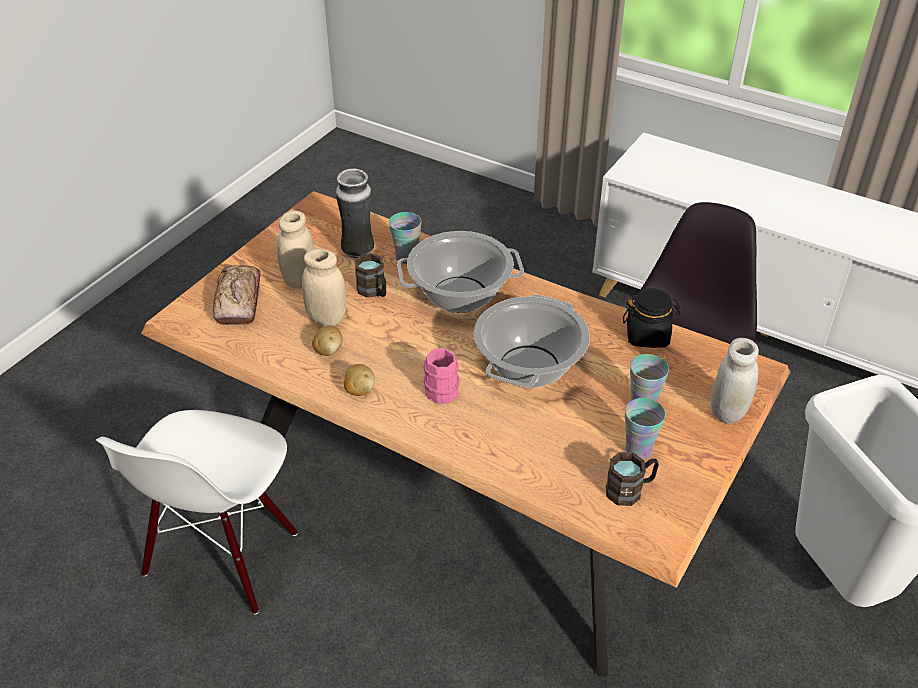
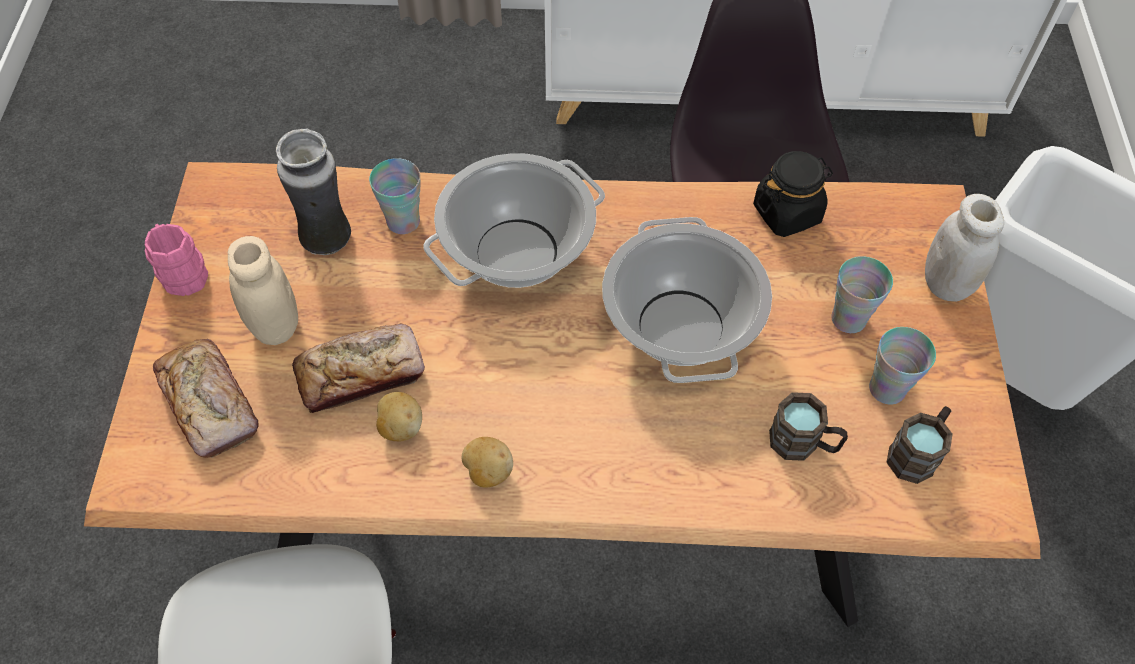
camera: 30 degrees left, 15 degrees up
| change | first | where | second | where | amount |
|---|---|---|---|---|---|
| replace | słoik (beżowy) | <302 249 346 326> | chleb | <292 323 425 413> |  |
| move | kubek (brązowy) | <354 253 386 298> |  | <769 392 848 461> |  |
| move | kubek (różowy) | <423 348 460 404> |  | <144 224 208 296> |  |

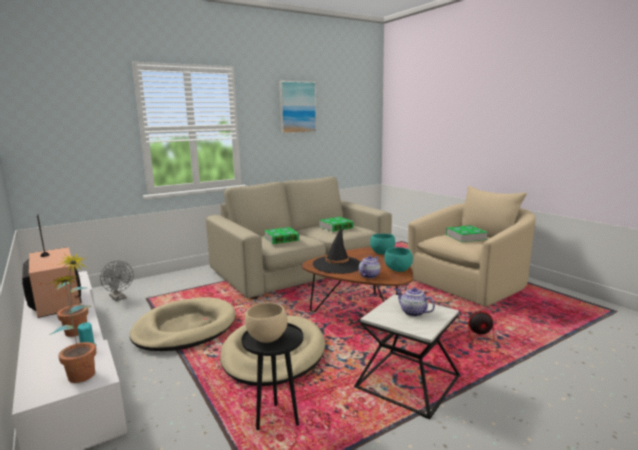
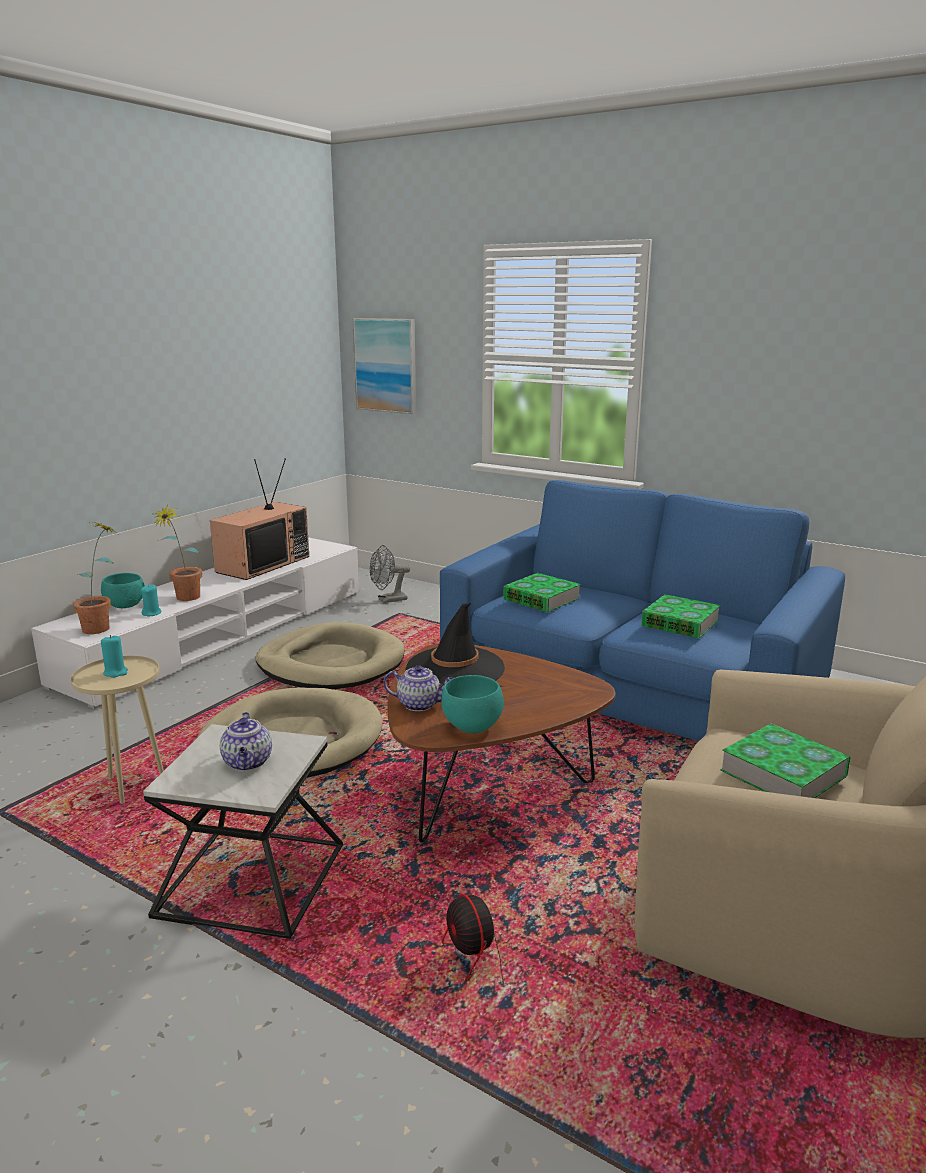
camera: 65 degrees right, 5 degrees up
| change | first | where | second | where | amount |
|---|---|---|---|---|---|
| rotate | wentylator (szary) | <100 261 134 301> |  | <370 545 410 603> | 45 degrees clockwise |
| recolor | kanapa (beżowy) | <206 177 392 299> | kanapa (niebieski) | <440 480 845 741> |  |
| recolor | stolik (czarny) | <242 323 303 430> | stolik (beżowy) | <71 655 164 804> |  |
| replace | miska (beżowy) | <245 303 288 343> | świeca (turkusowy) | <101 635 128 678> |  |
| move | obraz | <279 81 317 133> |  | <353 318 416 414> |  |
| move | miska (turkusowy) | <370 234 395 254> |  | <101 573 145 608> |  |
| rotate | imbryk | <395 287 435 317> |  | <220 712 272 771> | 150 degrees clockwise |

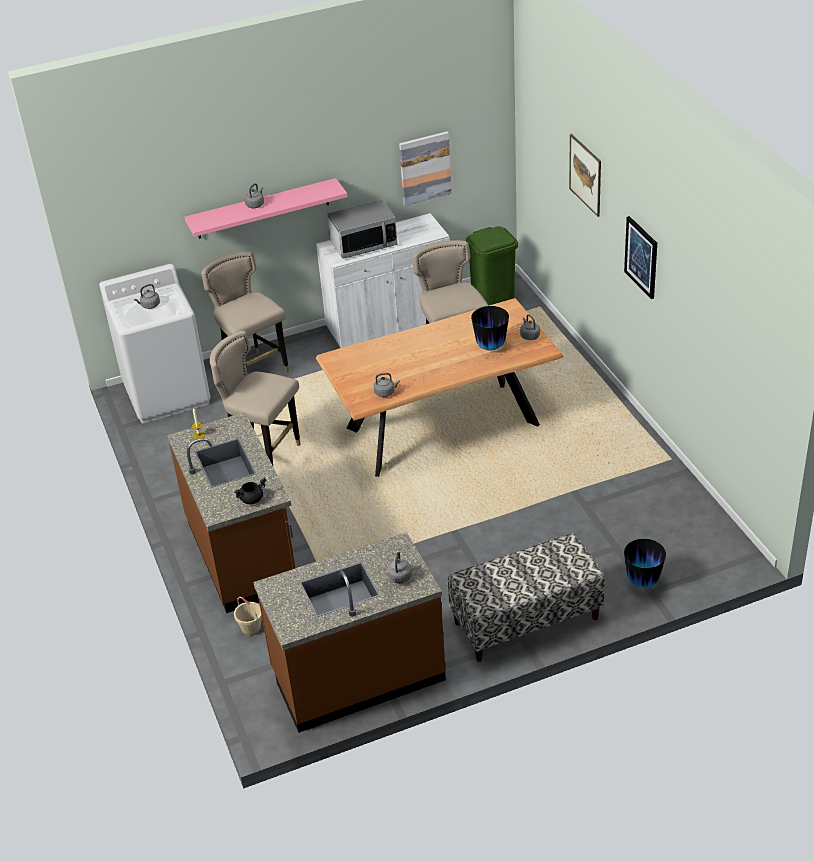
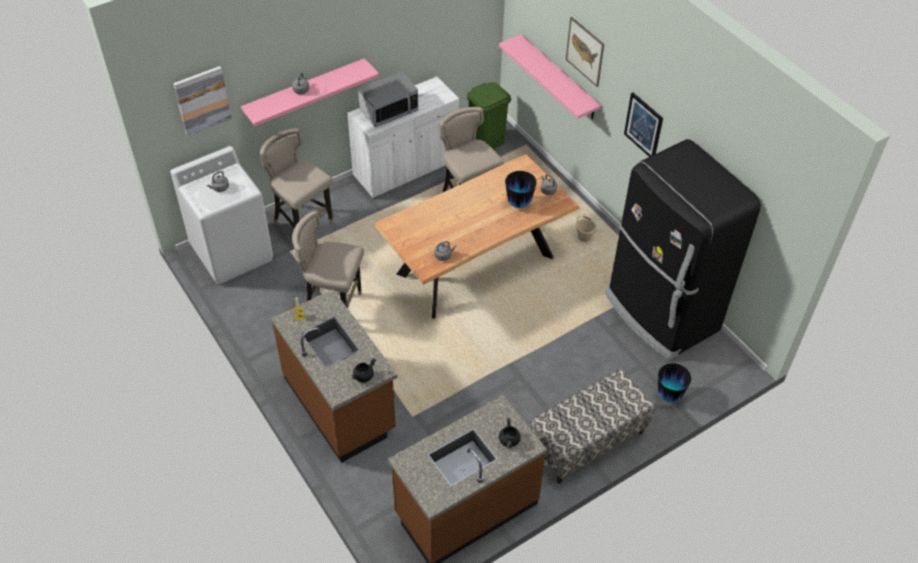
camera: 15 degrees left, 10 degrees up
| change | first | where | second | where | amount |
|---|---|---|---|---|---|
| move | wiadro (beżowy) | <234 597 262 636> |  | <576 216 596 242> |  |
| replace | czajnik (szary) | <387 552 412 583> | garnek (czarny) | <499 418 521 448> |  |
| move | obraz | <399 131 452 206> |  | <173 66 232 136> |  |
| insert |  |  | półka (różowy) | <499 35 601 119> |  |
| insert |  |  | lodówka (czarny) | <605 139 761 360> |  |

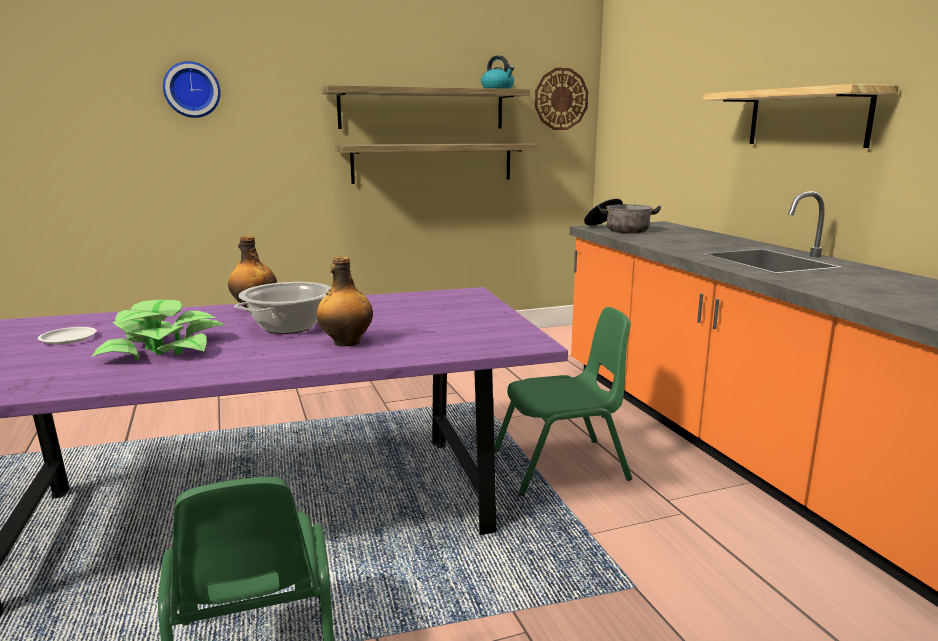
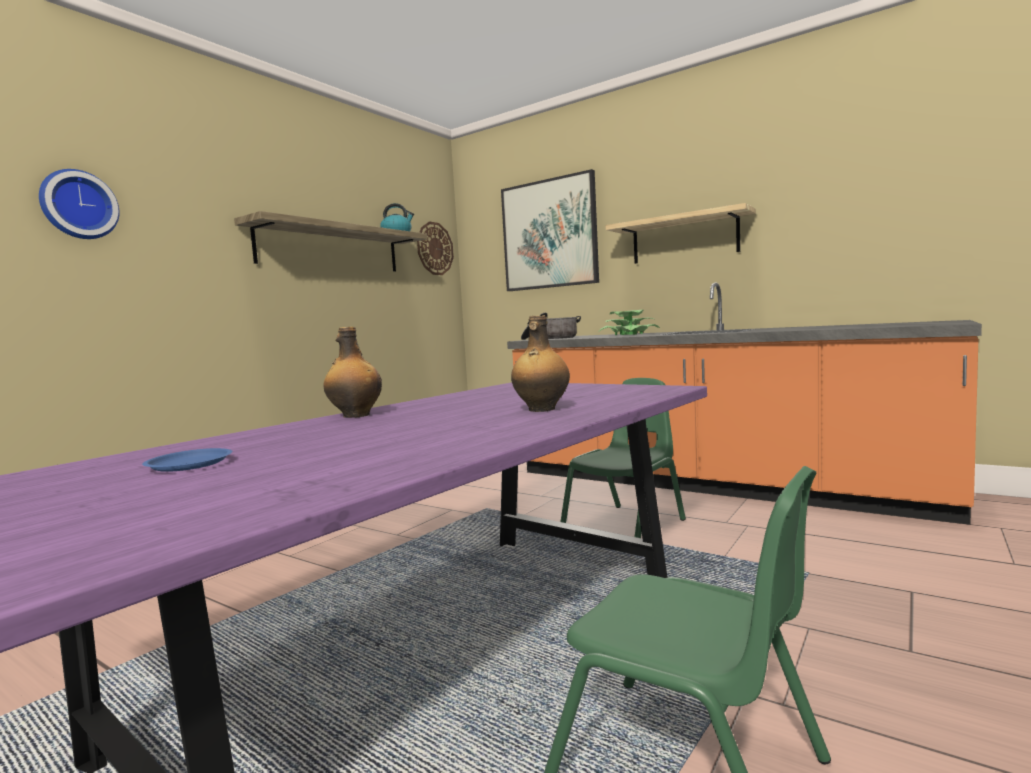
camera: 35 degrees left, 10 degrees down
| change | first | where | second | where | amount |
|---|---|---|---|---|---|
| recolor | talerz (biały) | <38 327 97 344> | talerz (niebieski) | <142 448 232 472> |  |
| move | roślina doniczkowa | <92 300 225 360> |  | <598 310 660 335> |  |
| delete | garnek | <234 282 331 334> |  |  |  |
| delete | półka | <335 143 538 184> |  |  |  |
| insert |  |  | obraz | <501 169 599 291> |  |

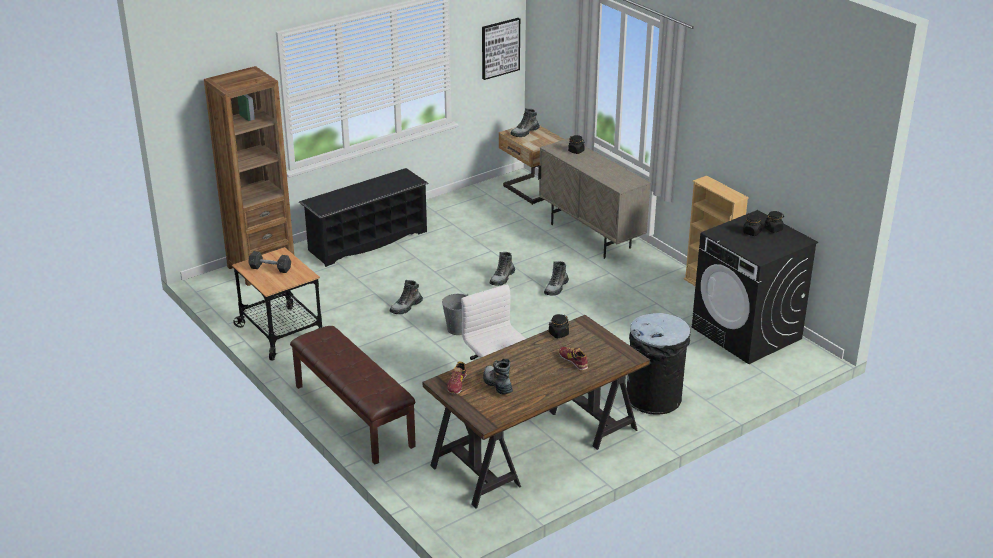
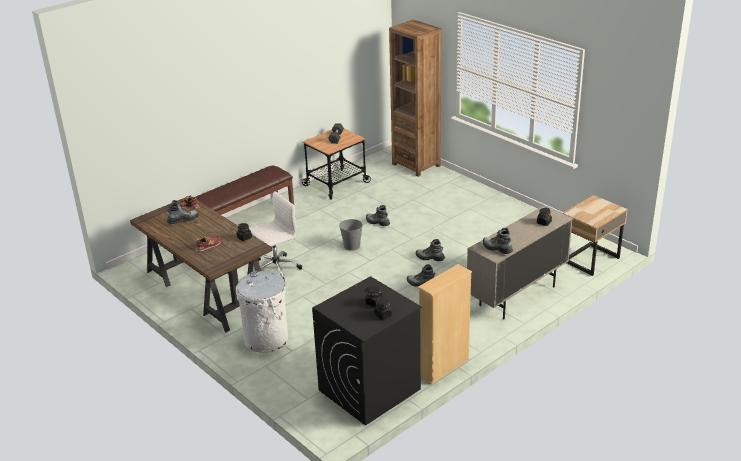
camera: 85 degrees right, 0 degrees up
| change | first | where | second | where | amount |
|---|---|---|---|---|---|
| delete | regał na buty (czarny) | <299 168 429 267> |  |  |  |
| delete | obraz | <482 18 520 80> |  |  |  |
| move | but z cholewką | <510 108 540 137> |  | <483 228 513 254> |  |
| recolor | kosz na śmieci (czarny) | <627 313 691 415> | kosz na śmieci (biały) | <236 271 288 353> |  |

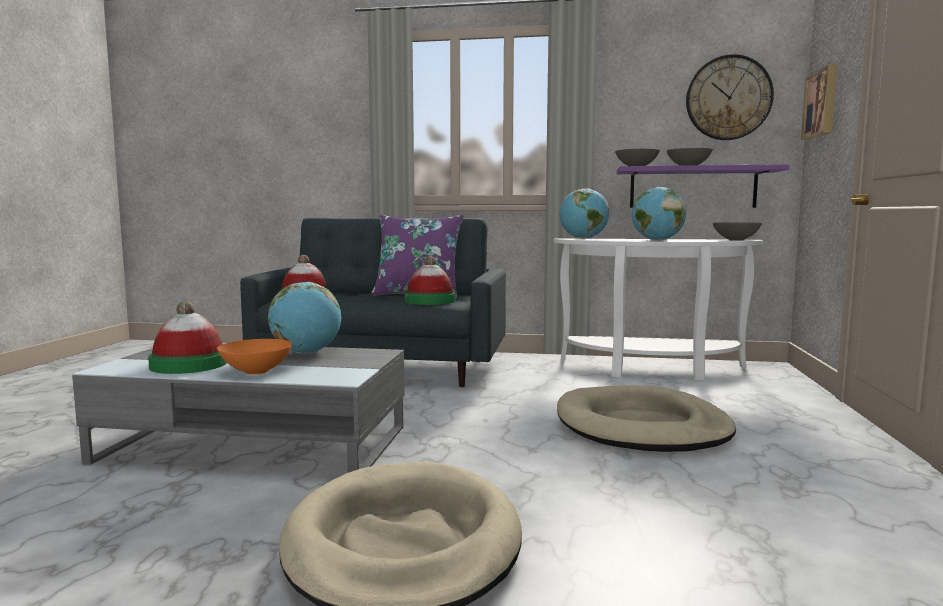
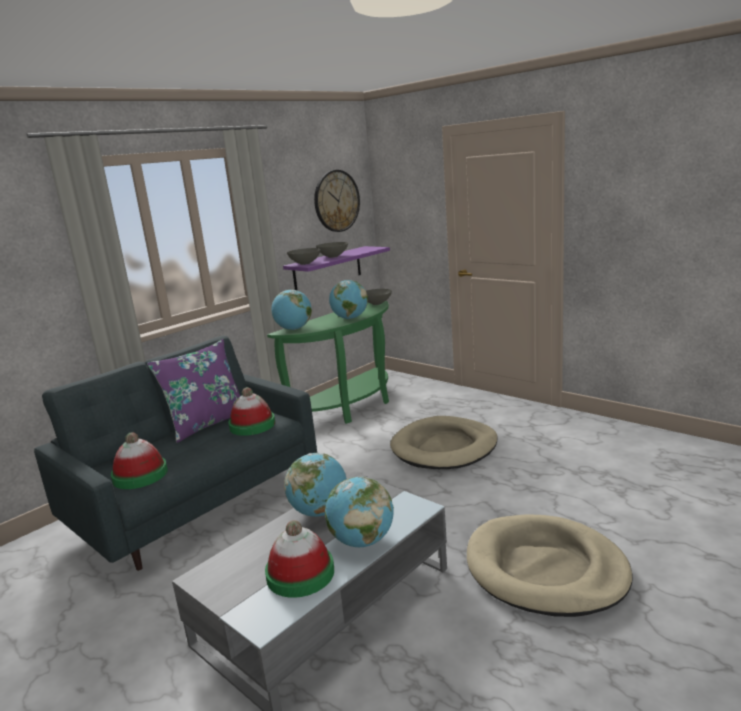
camera: 55 degrees left, 10 degrees up
| change | first | where | second | where | amount |
|---|---|---|---|---|---|
| replace | miska (pomarańczowy) | <217 339 292 375> | globus | <325 477 394 547> |  |
| recolor | stolik konsolowy (biały) | <554 238 763 381> | stolik konsolowy (zielony) | <267 301 389 424> |  |
| delete | obraz | <801 64 837 140> |  |  |  |

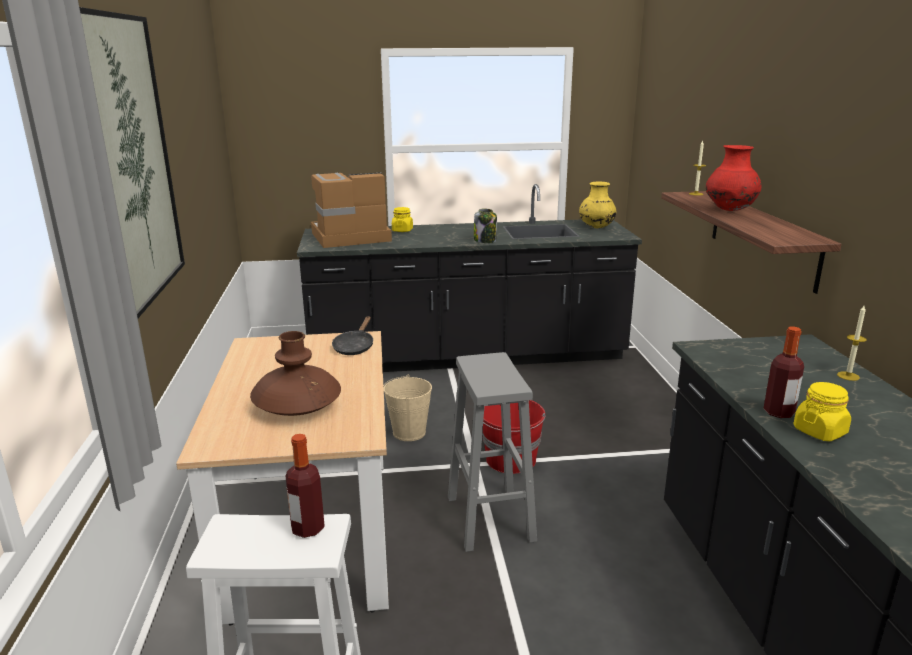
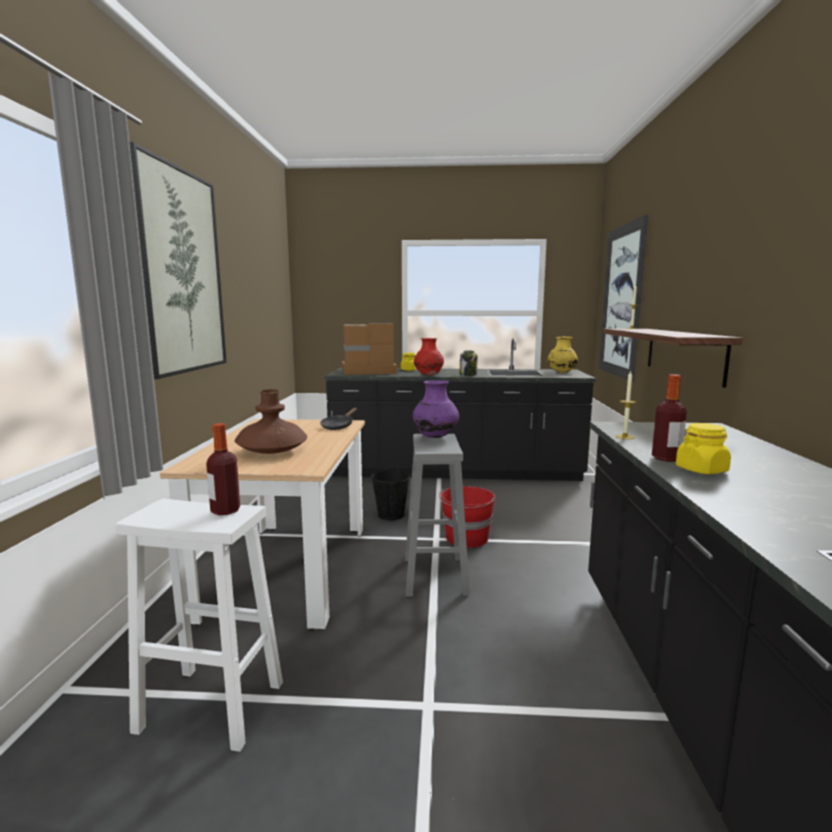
camera: 10 degrees right, 10 degrees down
| change | first | where | second | where | amount |
|---|---|---|---|---|---|
| recolor | wiadro (beżowy) | <384 375 432 441> | wiadro (czarny) | <371 468 410 520> |  |
| move | wazon (czerwony) | <706 145 761 211> |  | <414 338 444 376> |  |
| move | świeca | <837 306 867 381> |  | <615 371 636 439> |  |
| insert |  |  | wazon (fioletowy) | <413 380 459 438> |  |
| insert |  |  | obraz | <599 215 649 381> |  |

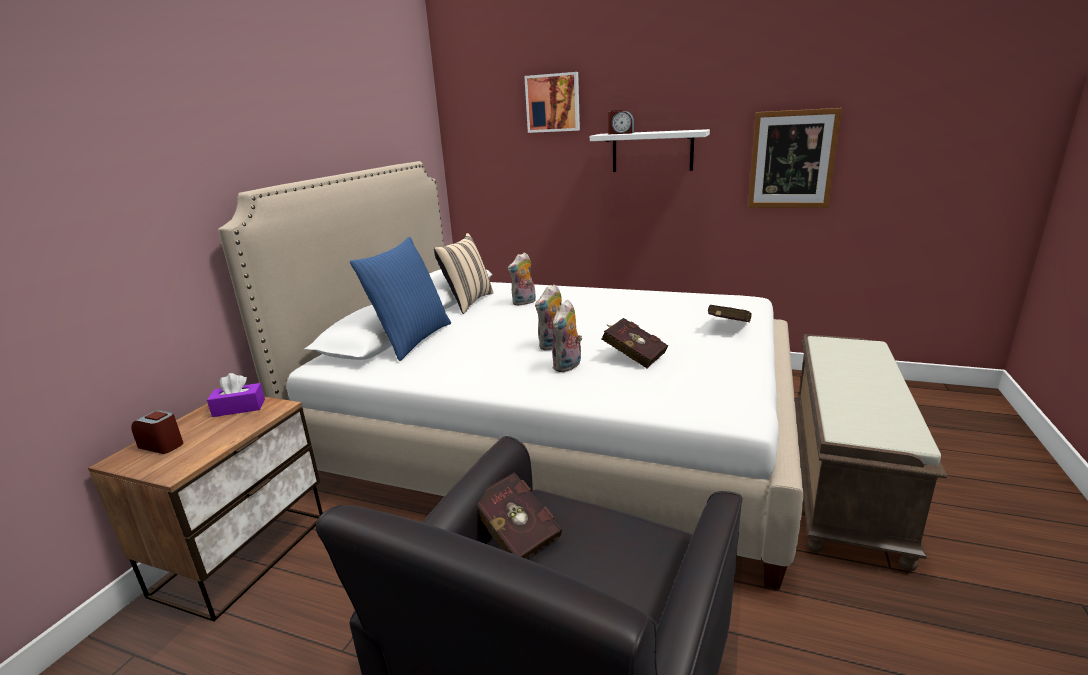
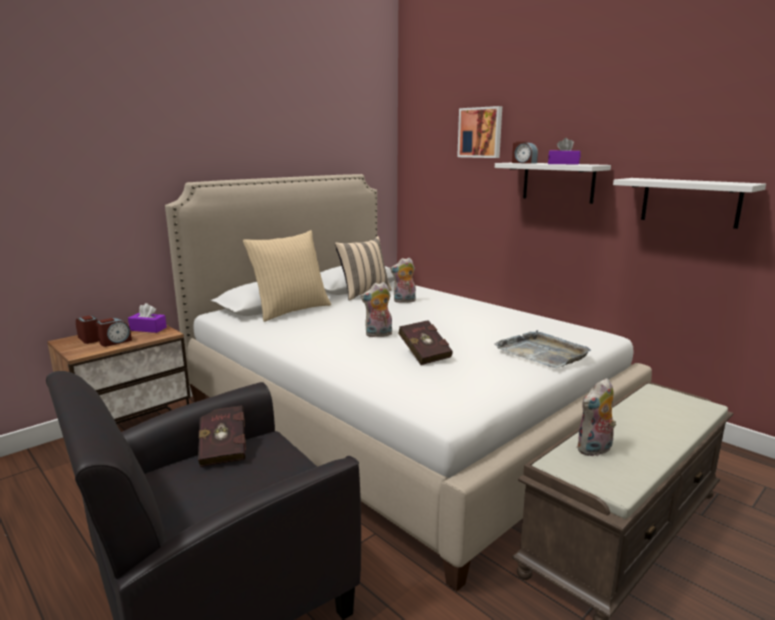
camera: 25 degrees right, 5 degrees down
| change | first | where | second | where | amount |
|---|---|---|---|---|---|
| recolor | poduszka (niebieski) | <350 237 451 361> | poduszka (beżowy) | <243 230 331 322> |  |
| move | pluszak | <552 299 582 372> |  | <577 378 616 456> |  |
| replace | książka (czerwony) | <708 305 752 322> | taca (szary) | <494 330 591 368> |  |
| replace | obraz | <748 108 842 208> | półka (biały) | <613 178 766 229> |  |
| insert |  |  | budzik | <96 318 132 347> |  |
| insert |  |  | pudełko chusteczek (fioletowy) | <548 138 581 165> |  |

